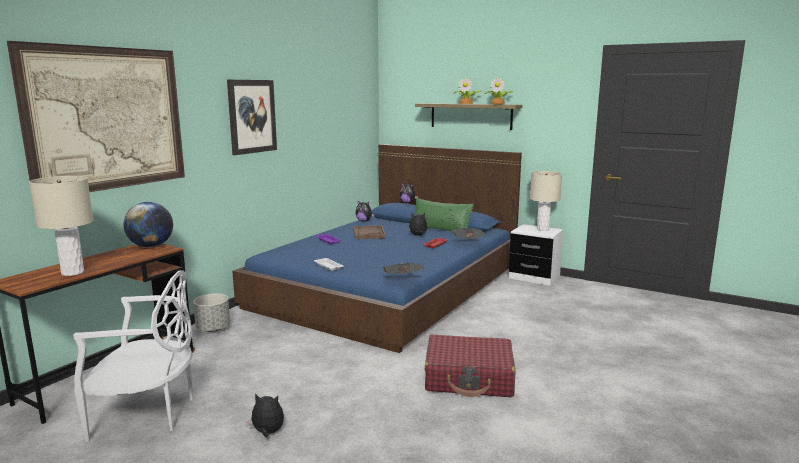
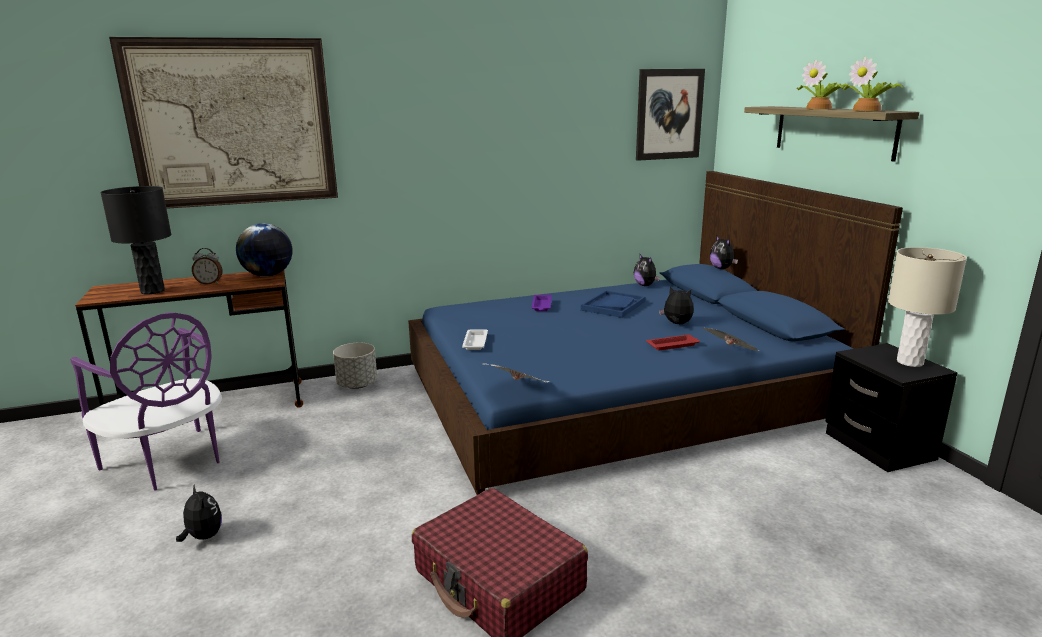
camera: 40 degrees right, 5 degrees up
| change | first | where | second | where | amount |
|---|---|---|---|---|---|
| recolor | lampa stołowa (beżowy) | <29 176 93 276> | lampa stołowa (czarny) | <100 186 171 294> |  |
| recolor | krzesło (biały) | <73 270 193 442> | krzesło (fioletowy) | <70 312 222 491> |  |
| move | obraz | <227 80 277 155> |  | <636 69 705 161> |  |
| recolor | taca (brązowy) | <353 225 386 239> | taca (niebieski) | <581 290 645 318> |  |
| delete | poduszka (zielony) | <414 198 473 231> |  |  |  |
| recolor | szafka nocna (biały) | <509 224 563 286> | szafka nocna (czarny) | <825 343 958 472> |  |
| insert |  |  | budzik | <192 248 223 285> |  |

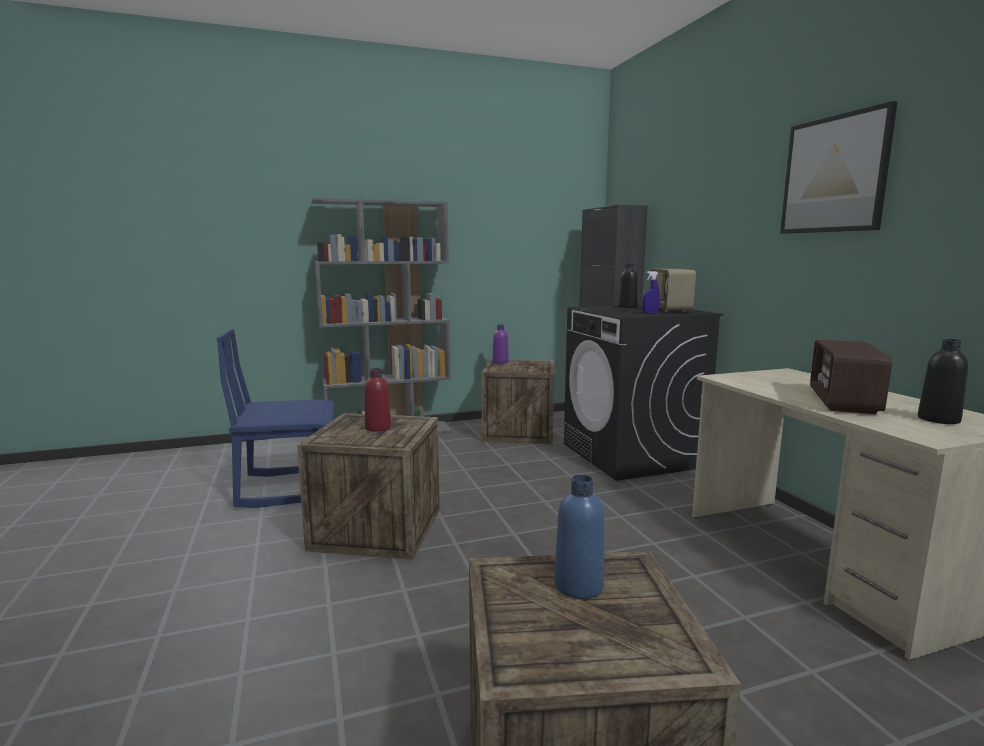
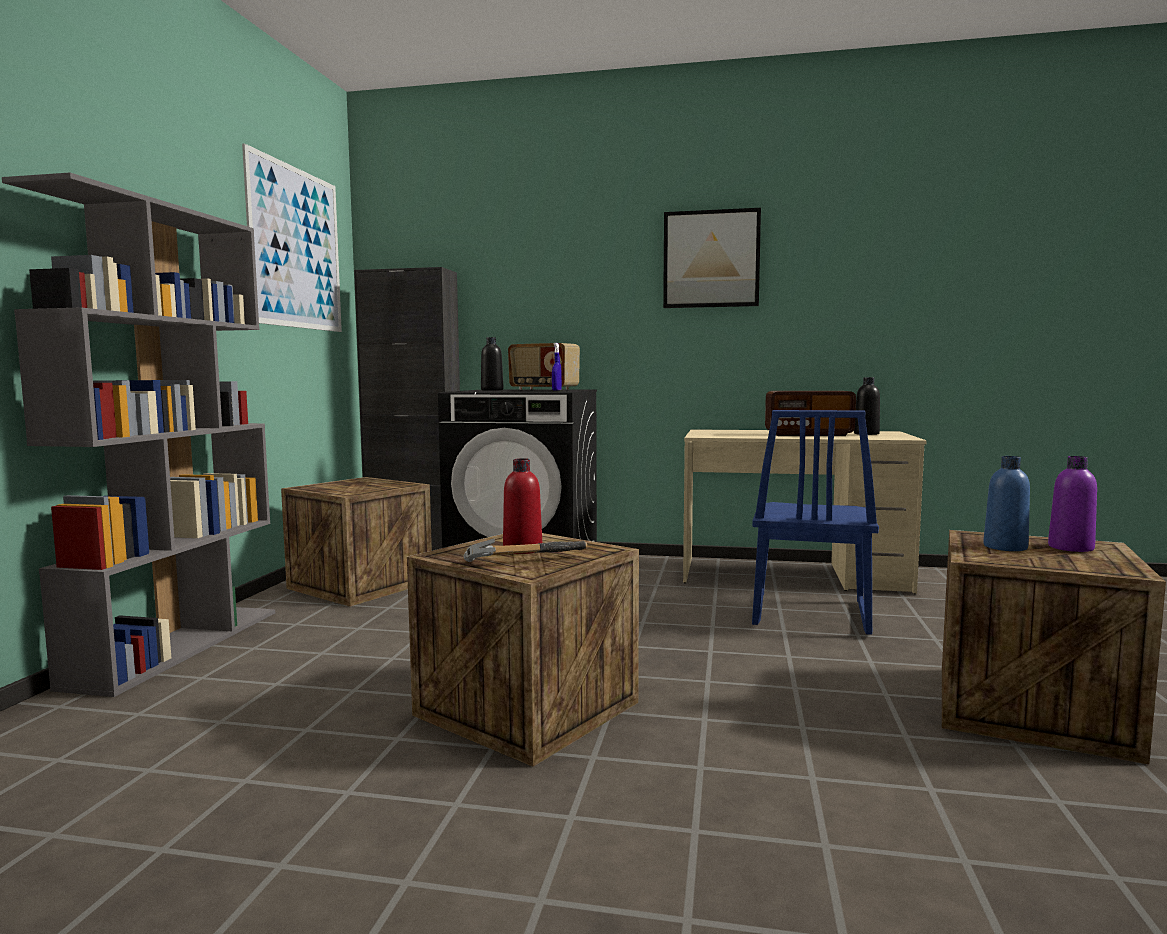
camera: 60 degrees left, 5 degrees down
| change | first | where | second | where | amount |
|---|---|---|---|---|---|
| move | krzesło (niebieski) | <217 329 335 508> |  | <752 410 879 635> |  |
| move | butelka (fioletowy) | <492 325 509 364> |  | <1048 456 1097 552> |  |
| rotate | radio | <810 340 892 414> |  | <765 391 856 436> | 45 degrees counterclockwise |
| insert |  |  | obraz | <242 143 342 332> |  |
| insert |  |  | młotek | <464 539 587 562> |  |

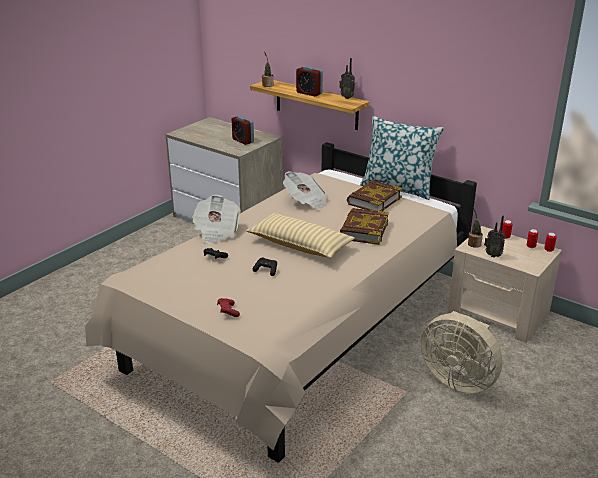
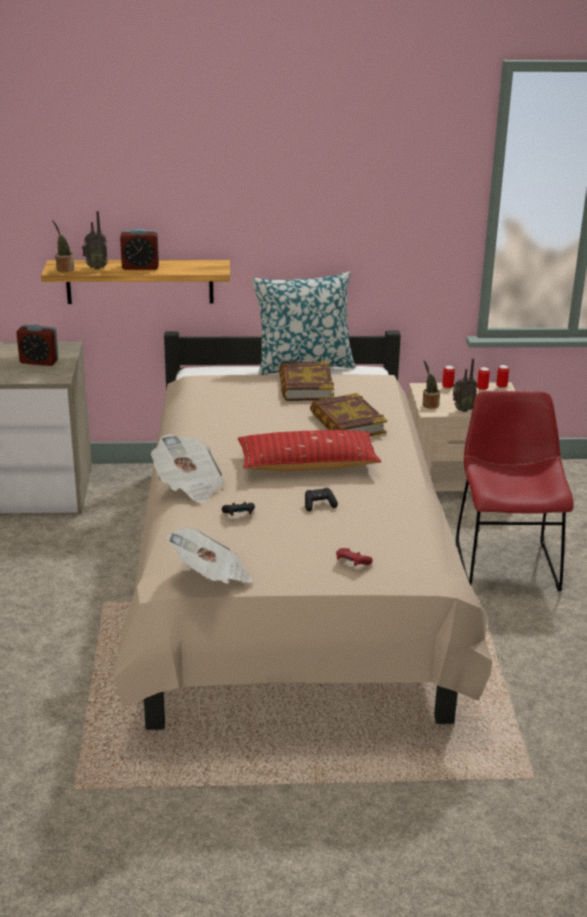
camera: 40 degrees left, 0 degrees up
| change | first | where | second | where | amount |
|---|---|---|---|---|---|
| recolor | poduszka (beżowy) | <246 213 355 258> | poduszka (czerwony) | <238 430 381 471> |  |
| move | gazeta | <283 171 328 210> |  | <166 528 253 584> |  |
| move | radio | <339 58 355 99> |  | <82 211 108 269> |  |
| replace | wentylator (beżowy) | <421 311 502 394> | krzesło (czerwony) | <456 390 574 591> |  |

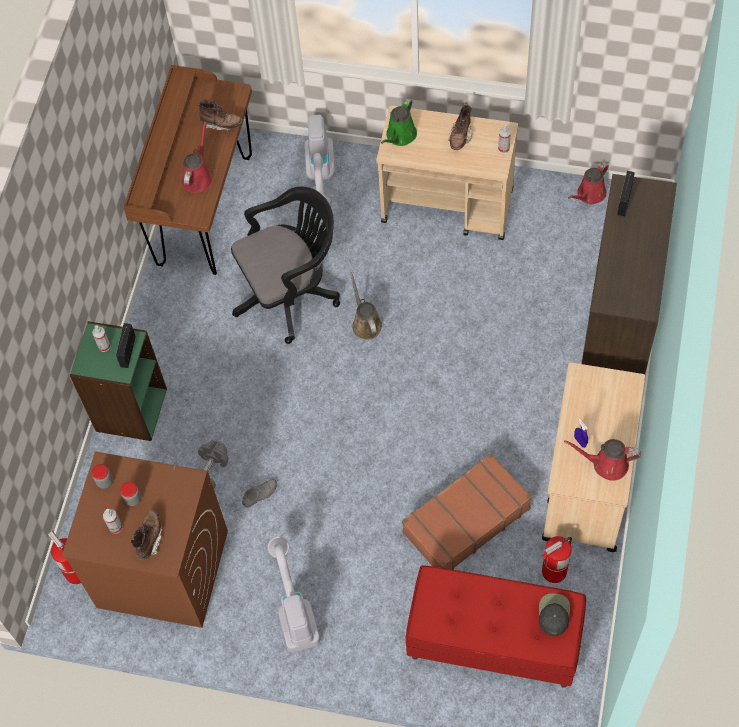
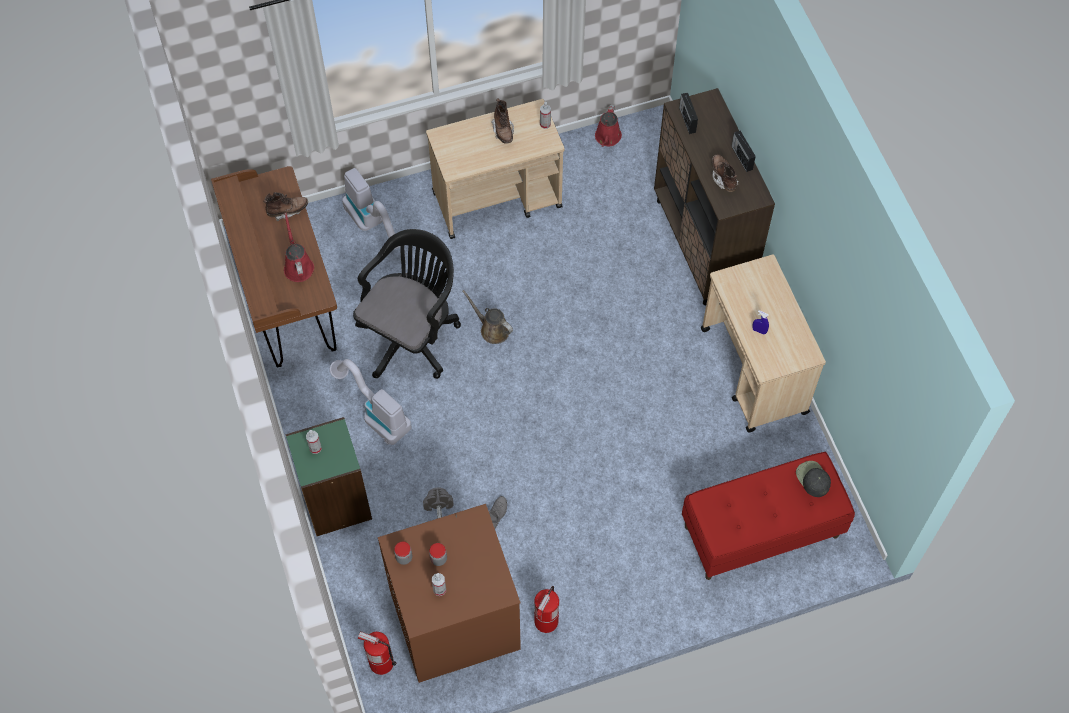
camera: 35 degrees left, 0 degrees up
| change | first | where | second | where | amount |
|---|---|---|---|---|---|
| move | radio | <116 323 136 368> |  | <731 131 756 172> |  |
| move | but z cholewką (brązowy) | <131 510 163 560> |  | <712 155 739 192> |  |
| move | odkurzacz | <268 536 320 652> |  | <330 359 412 445> |  |
| delete | konewka (zielony) | <381 99 417 146> |  |  |  |
| delete | walizka (brązowy) | <402 453 532 570> |  |  |  |
| move | gaśnica | <542 536 572 583> |  | <534 586 559 633> |  |
| delete | konewka (czerwony) | <564 439 641 481> |  |  |  |

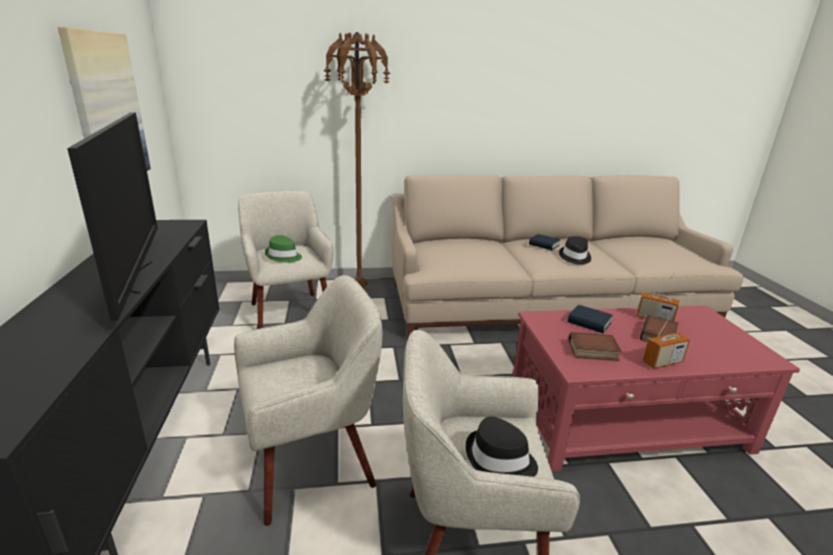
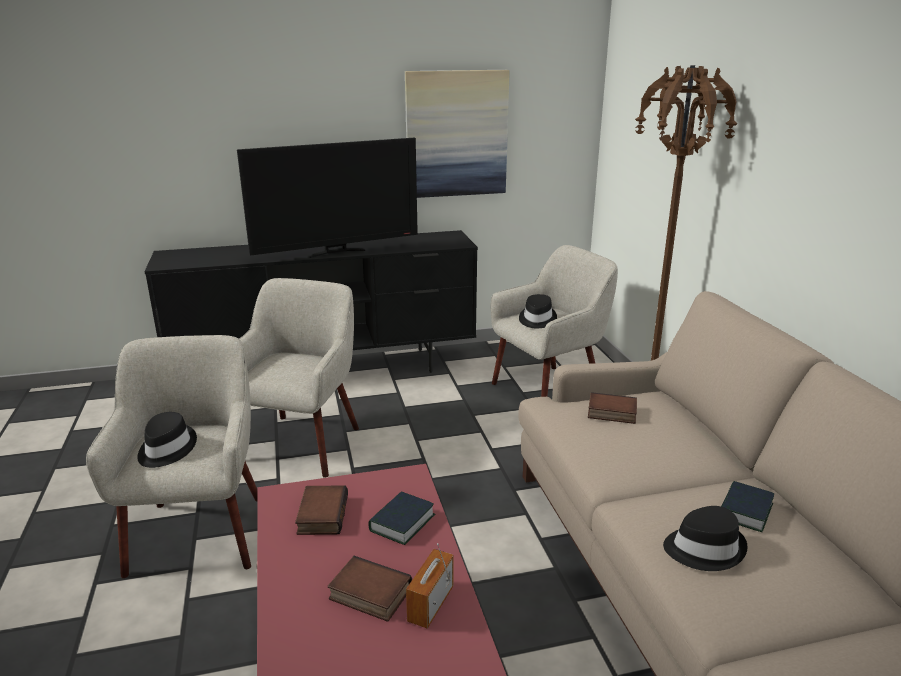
camera: 85 degrees right, 0 degrees up
| change | first | where | second | where | amount |
|---|---|---|---|---|---|
| rotate | fotel (beżowy) | <234 275 382 526> |  | <239 278 359 478> | 135 degrees counterclockwise |
| recolor | kapelusz (zielony) | <265 235 302 263> | kapelusz (czarny) | <519 294 557 328> |  |
| delete | radio | <643 307 690 369> |  |  |  |
| insert |  |  | książka | <588 392 637 424> |  |

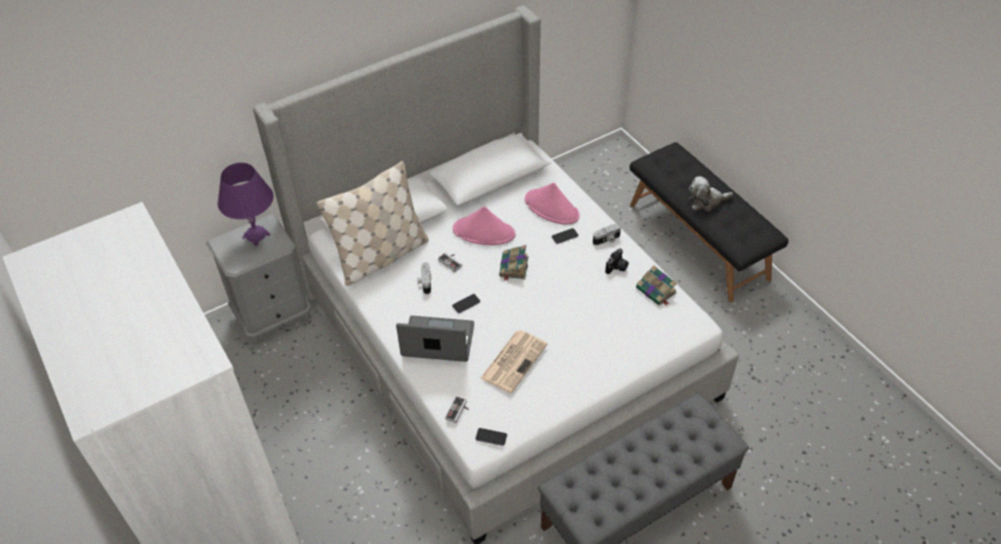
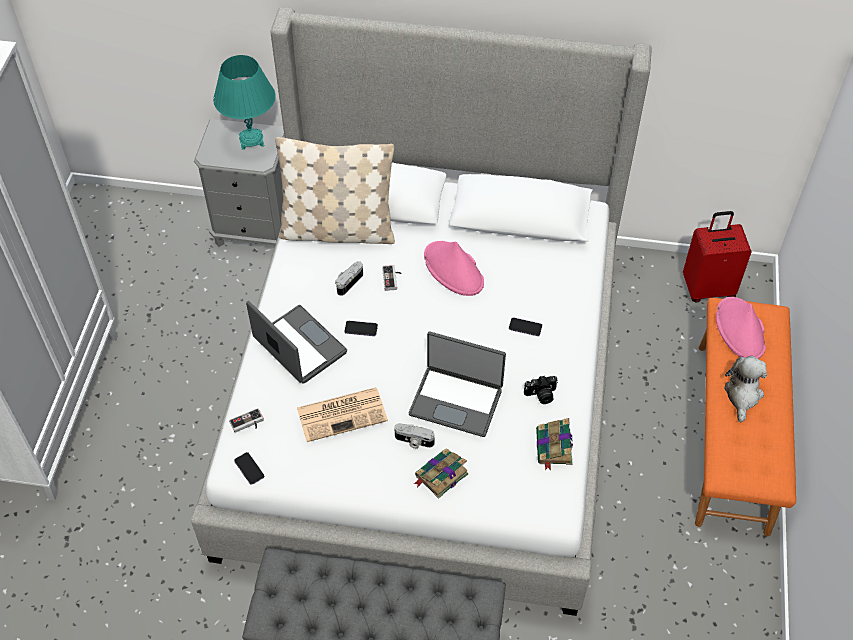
camera: 40 degrees right, 5 degrees up
| change | first | where | second | where | amount |
|---|---|---|---|---|---|
| recolor | lampa stołowa (fioletowy) | <218 163 274 246> | lampa stołowa (turkusowy) | <213 55 276 150> |  |
| move | książka | <499 245 528 281> |  | <414 449 469 499> |  |
| move | kapelusz (różowy) | <525 183 579 225> |  | <716 297 766 359> |  |
| move | aparat fotograficzny | <593 223 621 245> |  | <394 423 435 449> |  |
| recolor | ławka (czarny) | <630 142 789 302> | ławka (pomarańczowy) | <695 298 796 536> |  |
| rotate | pluszak | <689 176 733 211> |  | <724 356 767 423> | 75 degrees clockwise |
| insert |  |  | laptop | <409 332 506 437> |  |
| insert |  |  | walizka (czerwony) | <683 211 752 303> |  |

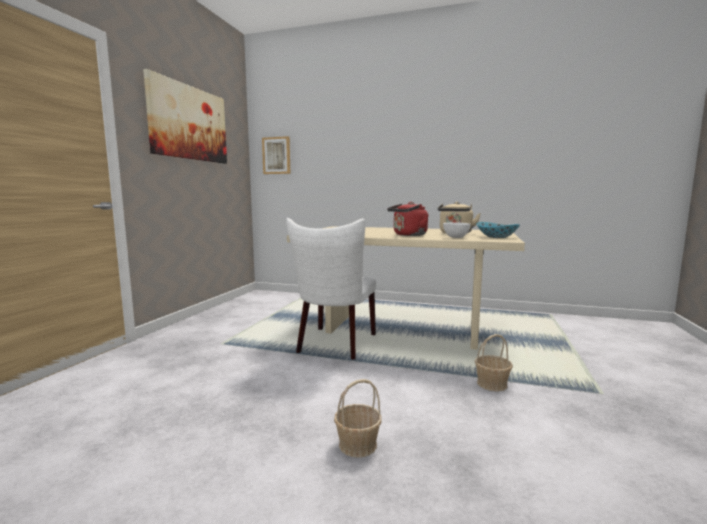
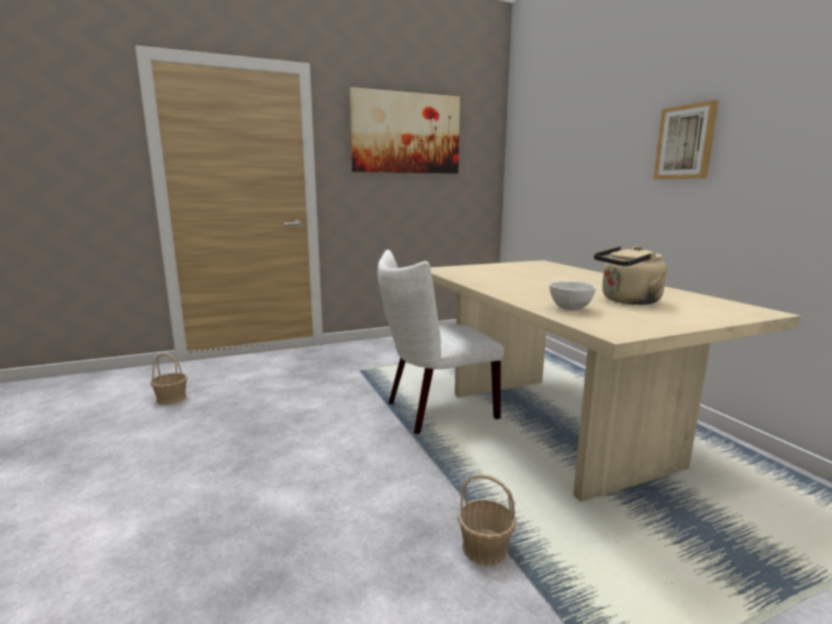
camera: 50 degrees right, 5 degrees up
| change | first | where | second | where | amount |
|---|---|---|---|---|---|
| move | obraz | <262 136 291 174> |  | <654 100 719 179> |  |
| move | koszyk | <334 379 382 458> |  | <150 353 188 405> |  |
| delete | czajnik (czerwony) | <387 202 429 236> |  |  |  |
| delete | miska | <476 222 520 238> |  |  |  |

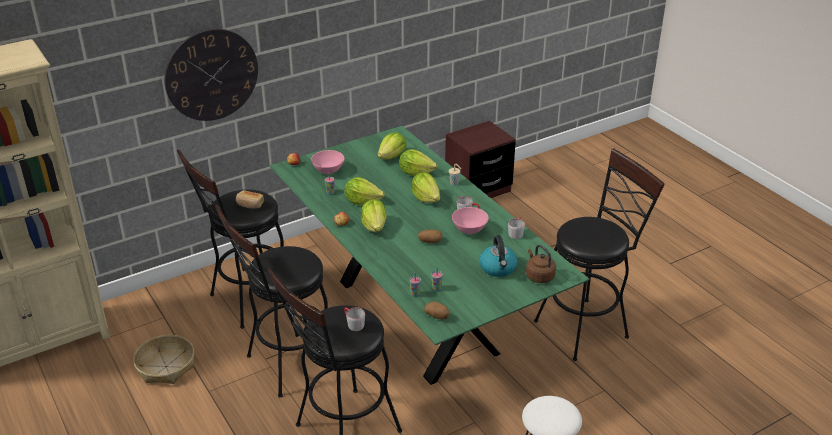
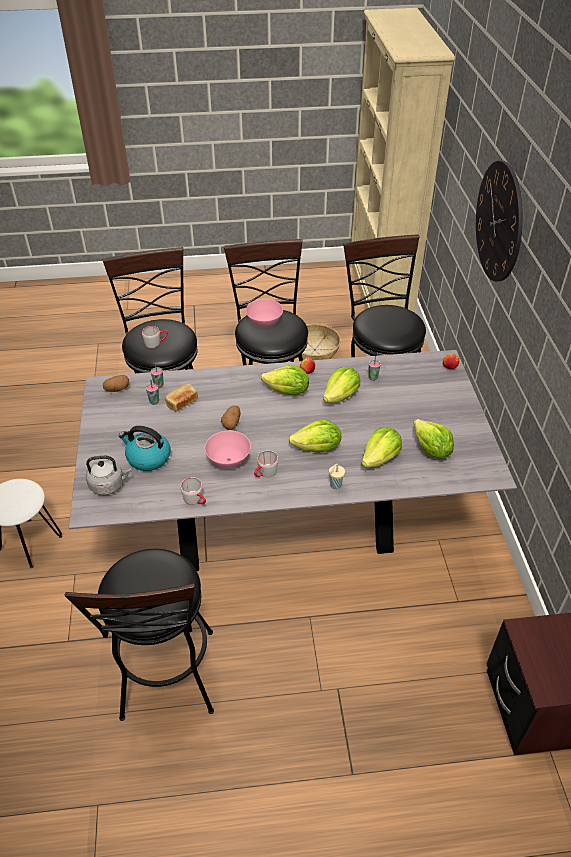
camera: 115 degrees right, 10 degrees up
| change | first | where | second | where | amount |
|---|---|---|---|---|---|
| move | chleb | <236 190 264 209> |  | <165 384 198 412> |  |
| recolor | stół jadalny (zielony) | <270 126 590 385> | stół jadalny (szary) | <69 350 517 571> |  |
| move | miska (różowy) | <311 150 345 175> |  | <246 299 283 327> |  |
| recolor | czajnik (brązowy) | <526 245 556 283> | czajnik (szary) | <86 456 132 495> |  |

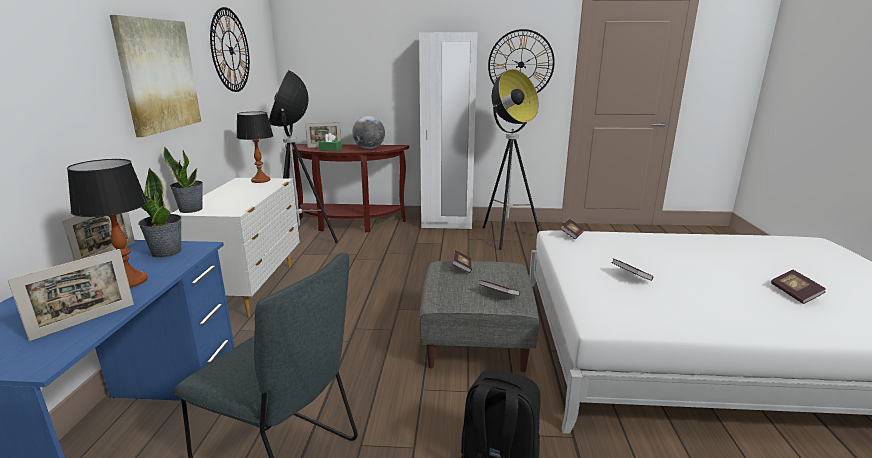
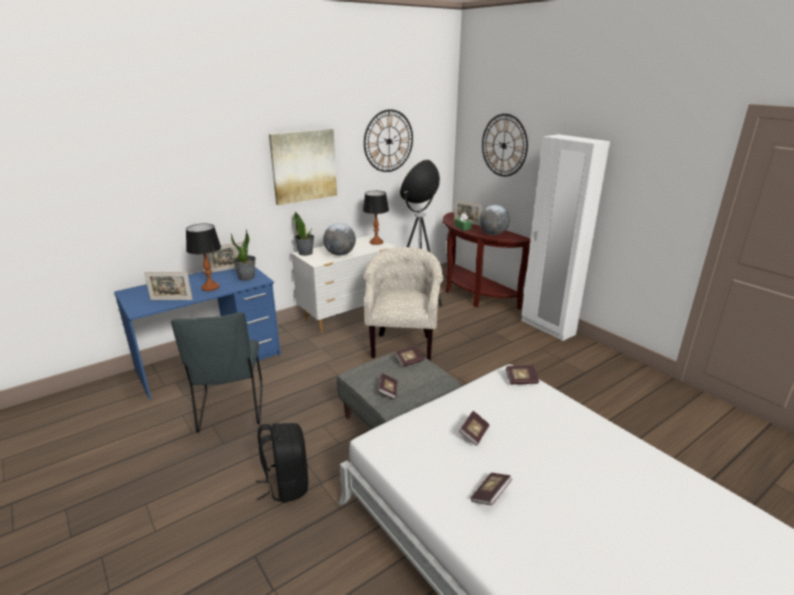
camera: 50 degrees right, 5 degrees up
| change | first | where | second | where | amount |
|---|---|---|---|---|---|
| delete | lampa stojąca | <483 69 540 250> |  |  |  |
| move | zegar ścienny | <488 29 555 93> |  | <482 114 528 177> |  |
| move | książka | <771 270 826 304> |  | <470 473 512 505> |  |
| insert |  |  | globus | <323 223 356 256> |  |
| insert |  |  | fotel (beżowy) | <363 247 443 361> |  |

